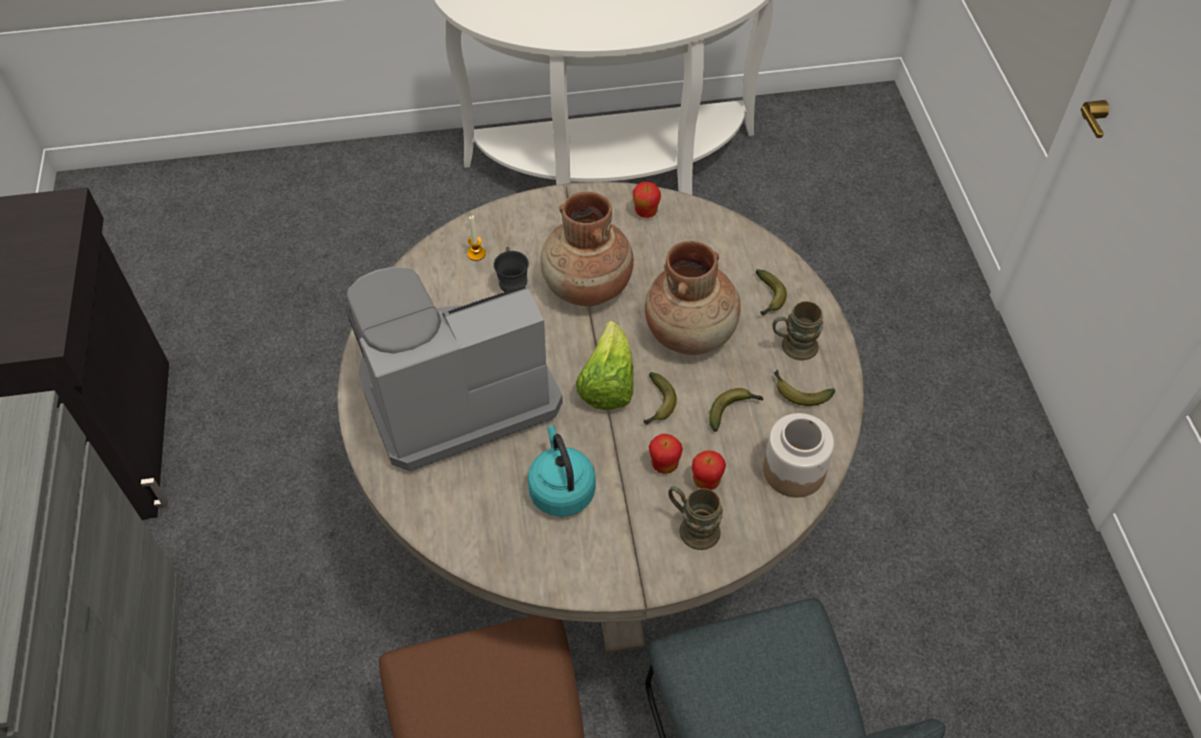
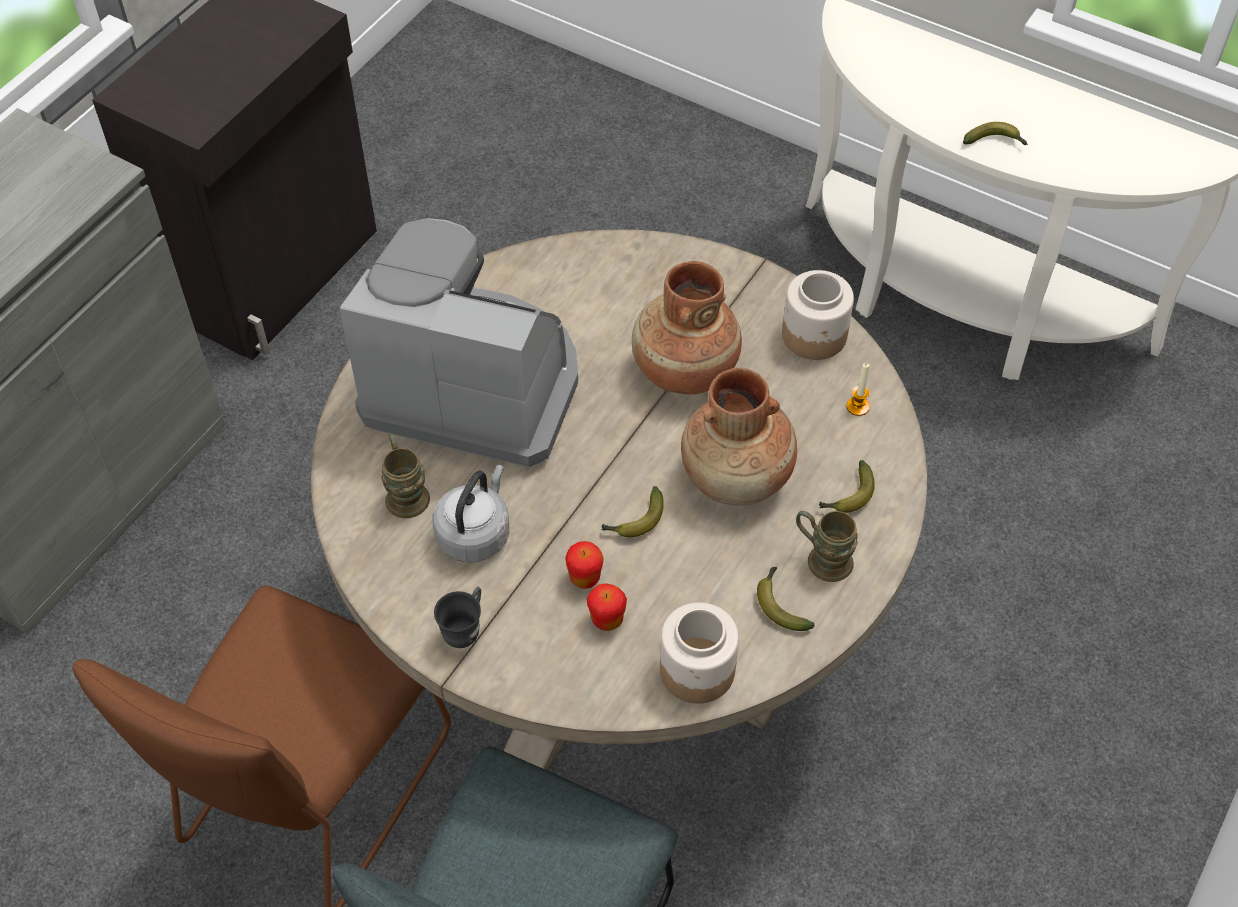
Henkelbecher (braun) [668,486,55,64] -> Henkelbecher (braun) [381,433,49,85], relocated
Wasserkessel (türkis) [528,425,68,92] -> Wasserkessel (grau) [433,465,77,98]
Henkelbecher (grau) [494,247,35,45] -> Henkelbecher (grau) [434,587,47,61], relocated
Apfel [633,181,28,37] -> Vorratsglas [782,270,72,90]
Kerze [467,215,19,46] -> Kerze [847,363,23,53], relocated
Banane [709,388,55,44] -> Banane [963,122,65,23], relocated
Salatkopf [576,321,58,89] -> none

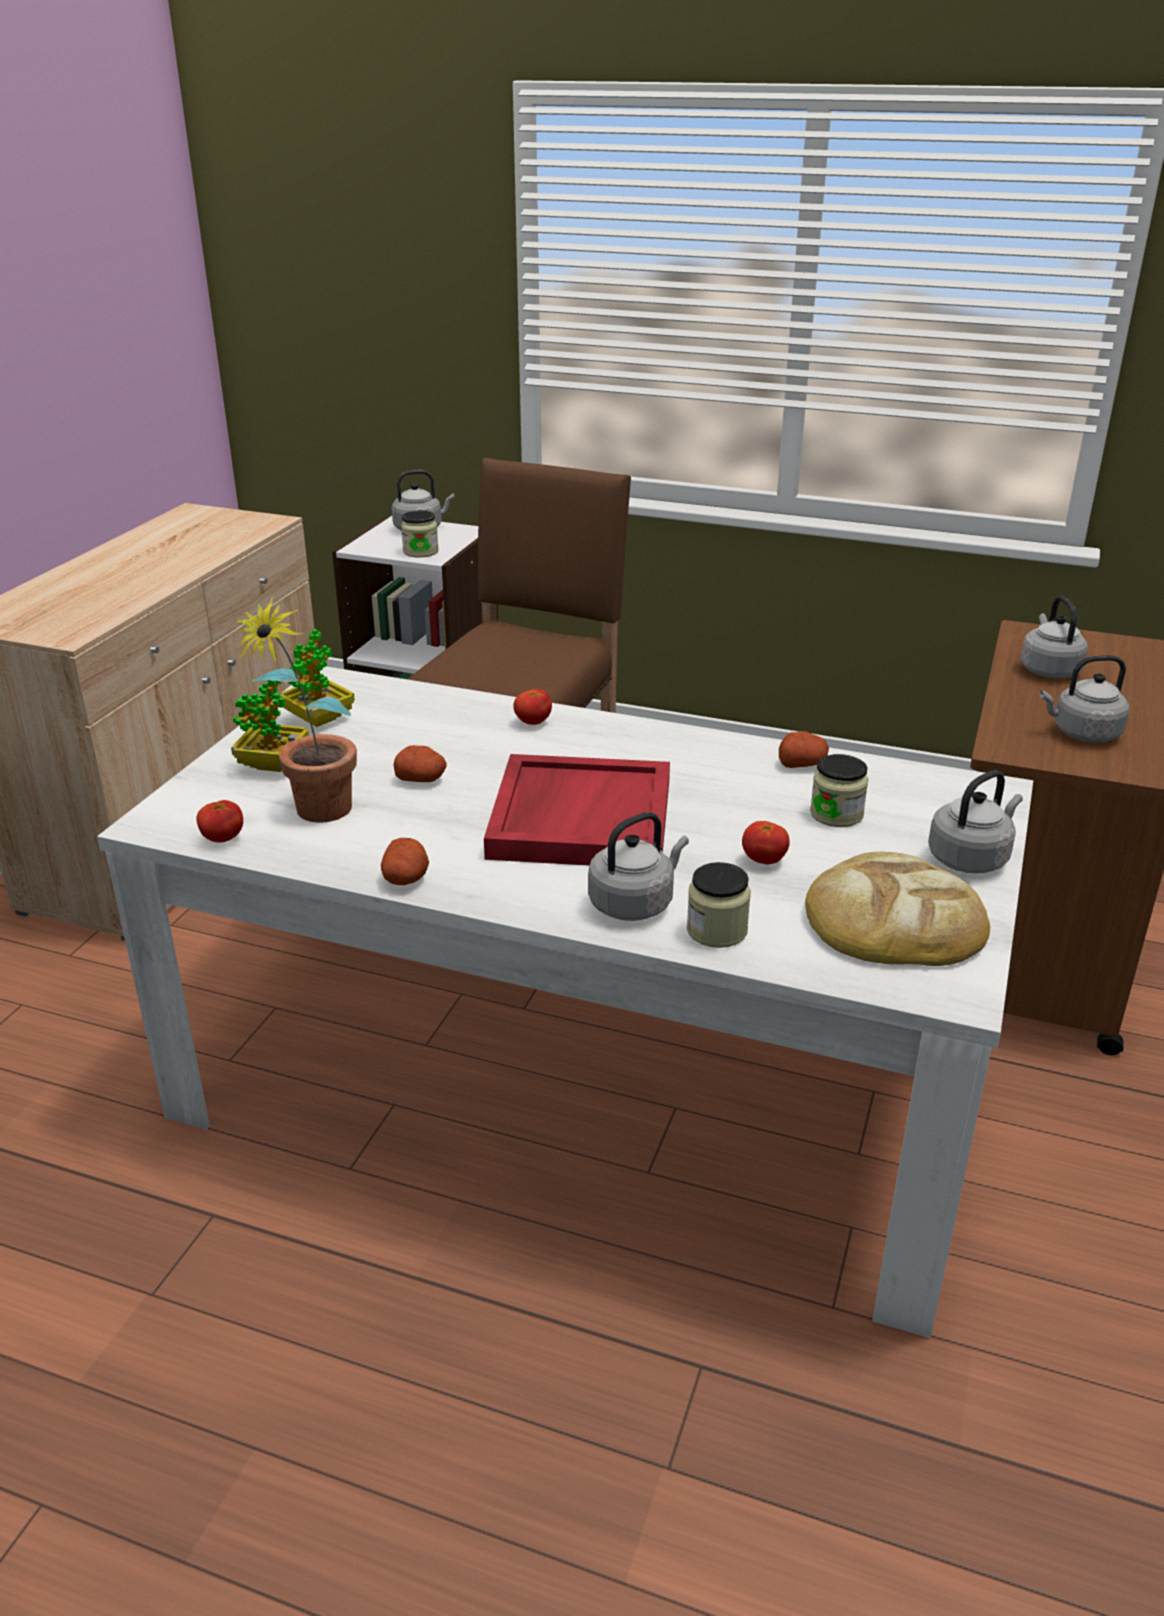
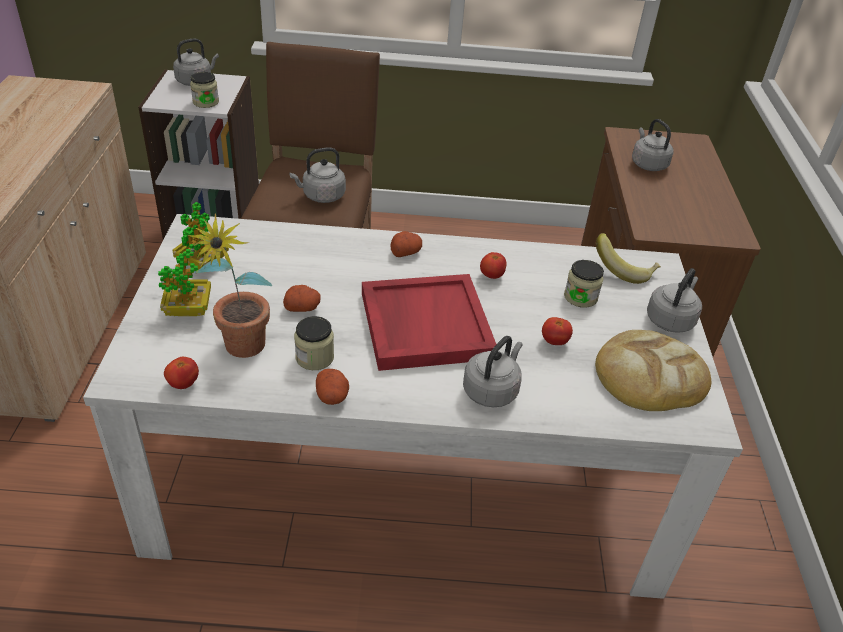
Wasserkessel (grau) [1040,655,90,88] -> Wasserkessel (grau) [289,147,57,56], relocated
Vorratsglas [687,862,64,86] -> Vorratsglas [294,316,40,54], relocated
Kartoffel [779,731,50,37] -> Kartoffel [390,231,32,26], relocated
Tomate [513,689,39,36] -> Tomate [480,252,27,27], relocated
none -> Banane [596,233,65,51]

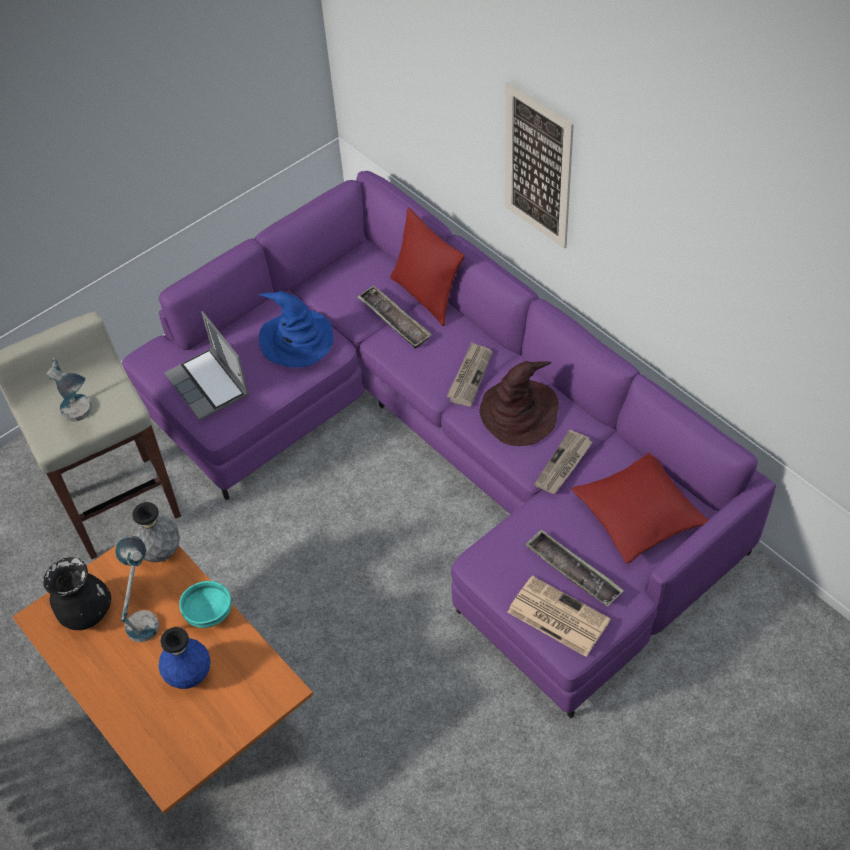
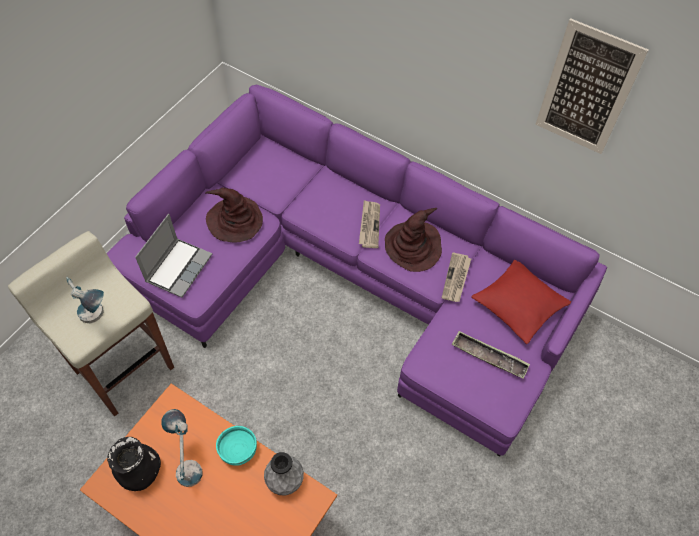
Laptop [164,311,85,110] -> Laptop [135,214,77,84], 105 degrees counterclockwise
Hut (blau) [259,291,75,76] -> Hut (braun) [205,187,58,56]
Vase (grau) [132,502,48,60] -> Vase (grau) [264,452,40,43], relocated
Bild [505,82,69,167] -> Bild [535,18,114,136], relocated
Vase (blau) [158,627,53,62] -> none
Tablett [358,285,74,64] -> none
Kissen (rot) [390,208,74,118] -> none
Zeitung [508,576,103,81] -> none

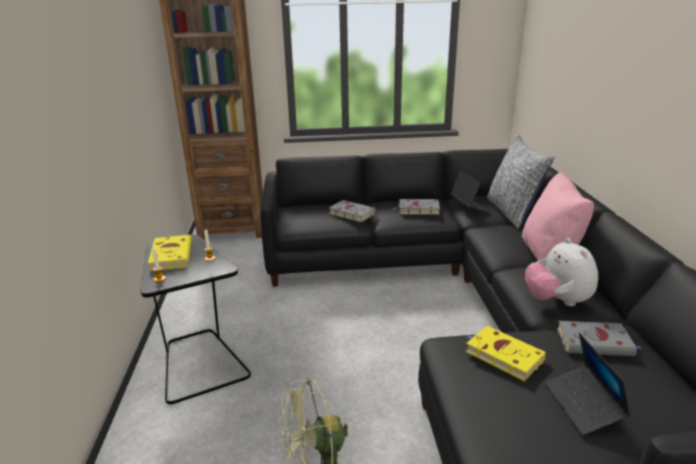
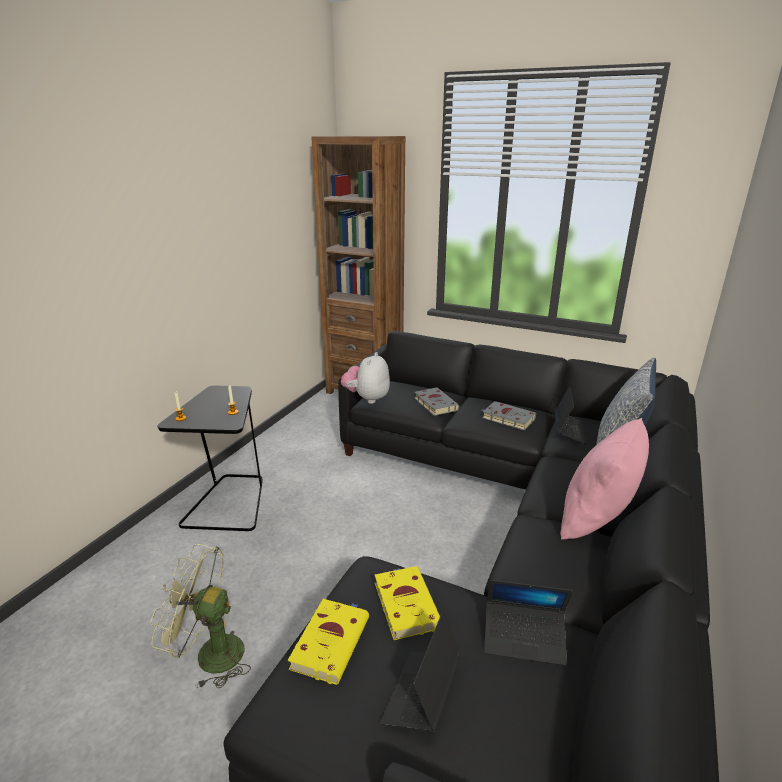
Buch (gelb) [148,235,44,36] -> Buch (gelb) [288,599,81,86], relocated
Plüschtier [525,238,73,68] -> Plüschtier [341,352,49,52], relocated
Buch (grau) [557,321,85,35] -> Laptop [484,580,89,86]

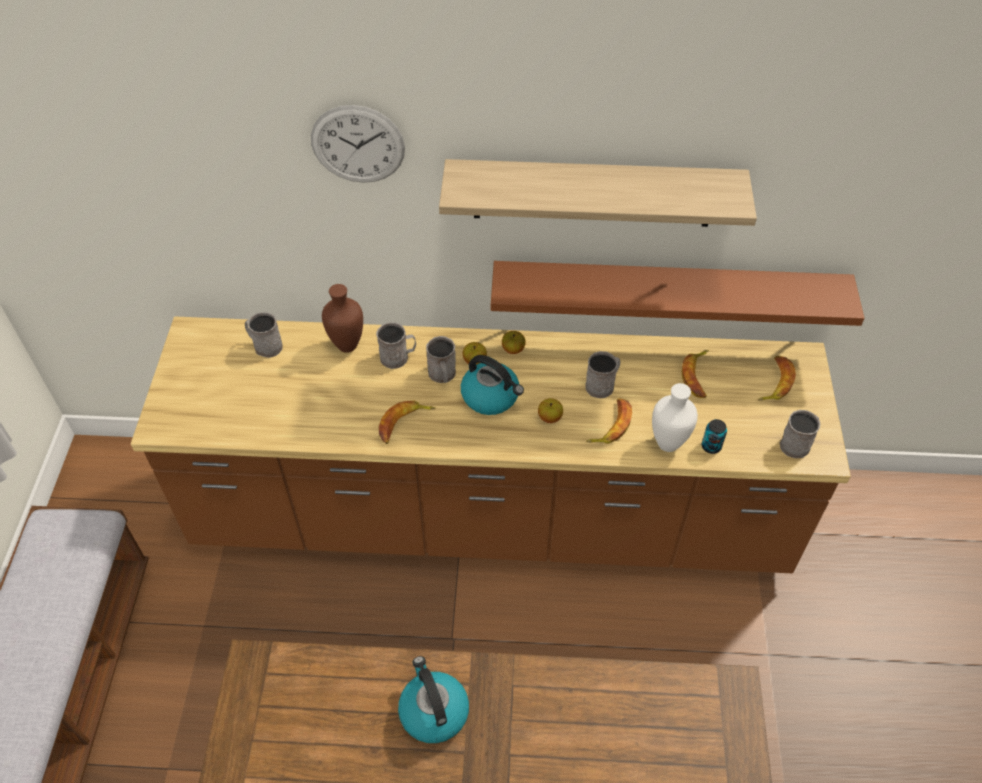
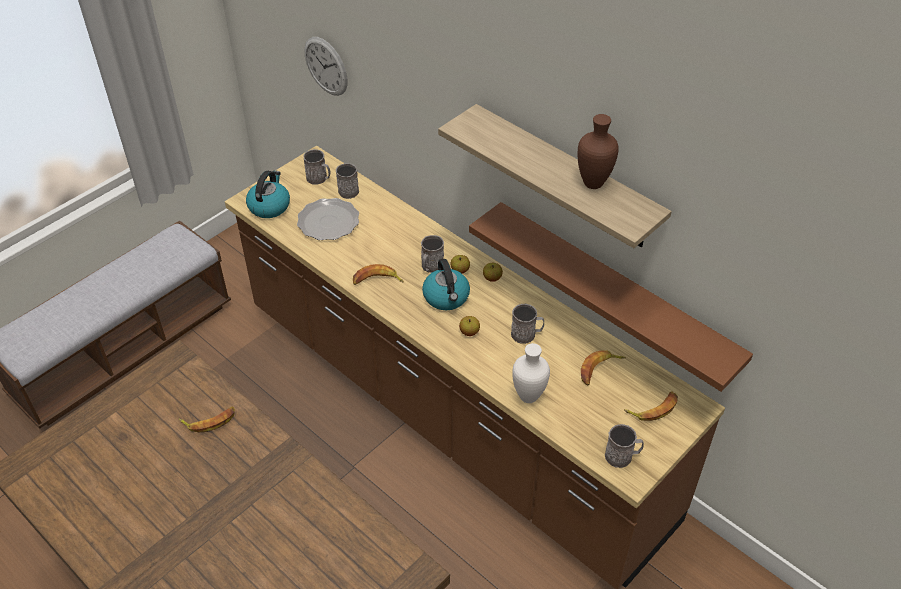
Banane [586,398,46,46] -> Banane [178,407,57,25], relocated
Wasserkessel [398,656,71,87] -> Wasserkessel [246,171,44,47], relocated
none -> Teller [297,198,62,42]
Henkelbecher (grau) [376,322,40,47] -> Henkelbecher (grau) [304,149,26,36], relocated
Wanduhr [311,105,94,78] -> Wanduhr [305,37,43,59], relocated
Vase (braun) [322,284,41,69] -> Vase (braun) [578,114,41,75], relocated
Dose [702,419,25,35] -> none

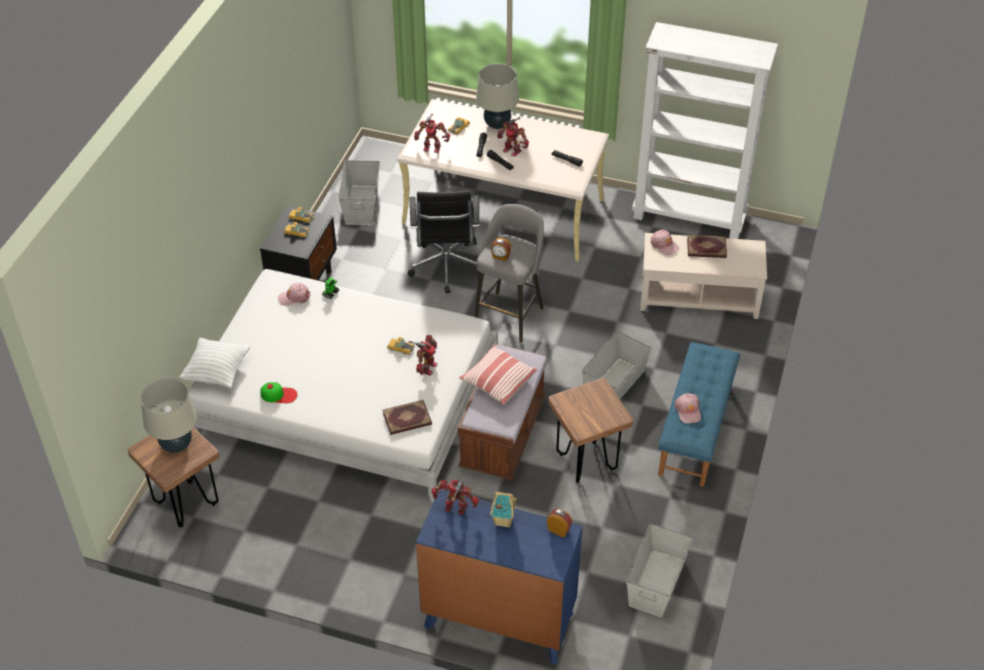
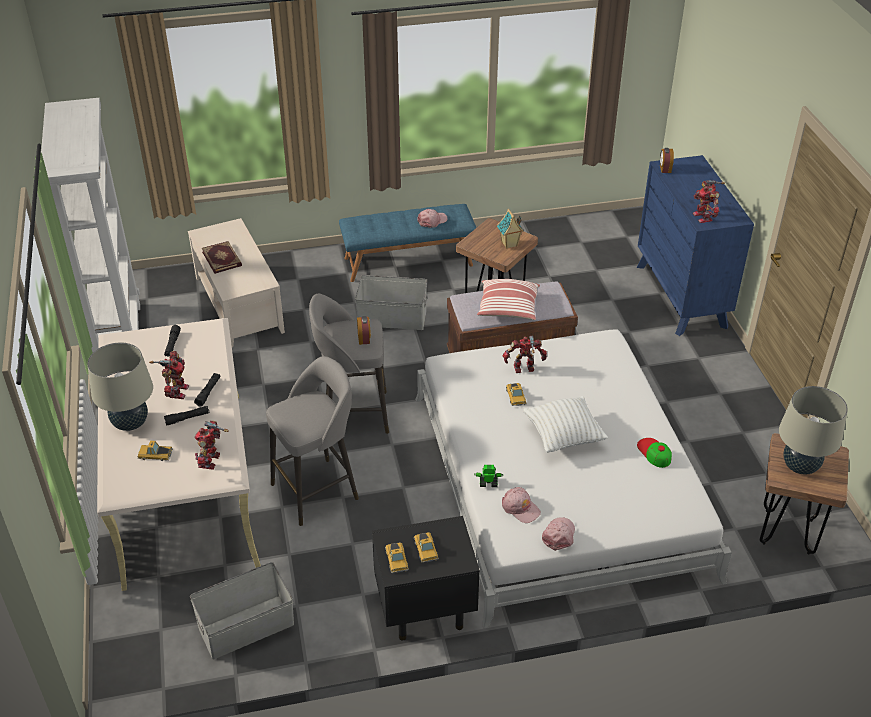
Spielzeugroboter [414,114,36,39] -> Spielzeugroboter [195,421,34,49], 150 degrees counterclockwise
Bürostuhl (schwarz) [408,190,72,103] -> Hocker (grau) [266,356,93,170]
Spielzeughaus [490,492,27,36] -> Spielzeughaus [497,209,26,40], relocated
Kissen (weiß) [179,338,71,50] -> Kissen (weiß) [523,396,85,57], relocated
Kappe (rosa) [651,230,28,25] -> Kappe (rosa) [542,517,33,34], relocated
Buch [382,400,50,35] -> none
Aufbewahrungsbox (grau) [626,523,67,95] -> none

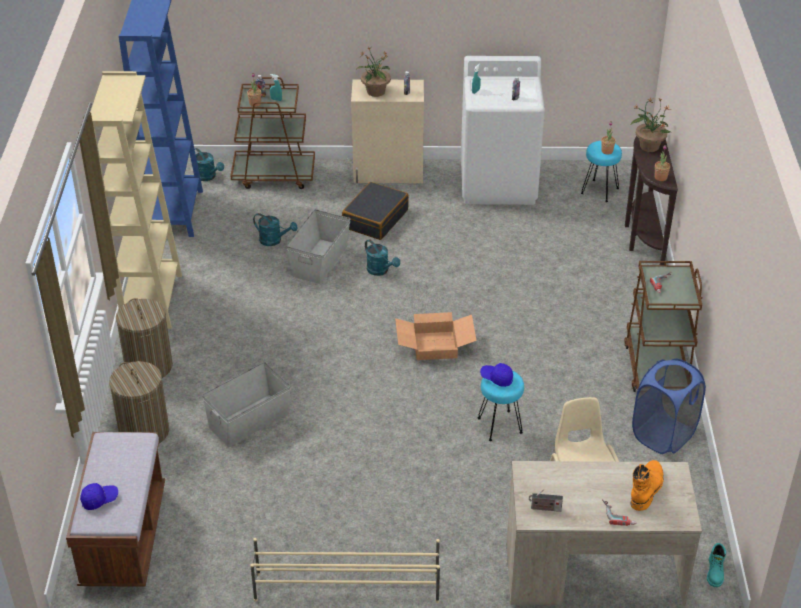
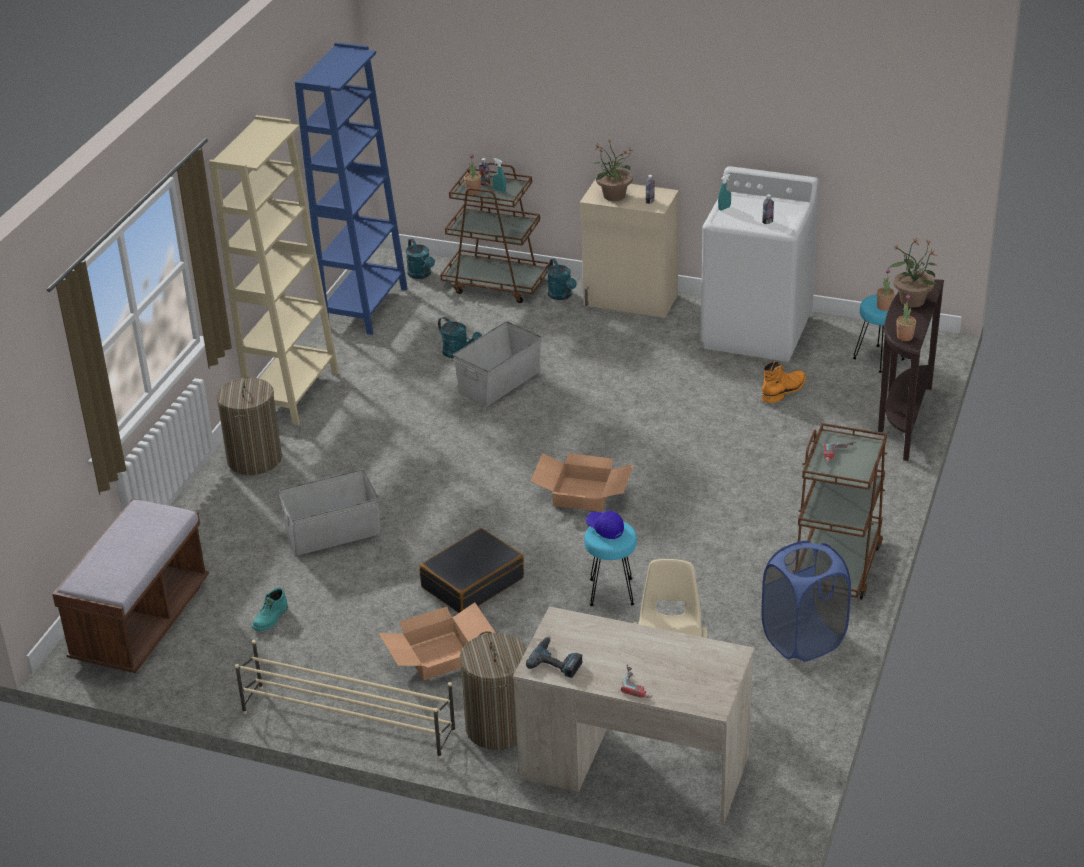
Stiefel (türkis) [707,543,19,44] -> Stiefel (türkis) [252,588,36,43], relocated
none -> Karton [379,602,116,78]
Koffer (schwarz) [342,182,67,58] -> Koffer (schwarz) [420,528,104,85], relocated
Wäschekorb [109,361,60,83] -> Wäschekorb [460,631,67,119], relocated
Radio [529,490,34,22] -> Bohrmaschine [526,636,57,42]
Gießkanne (türkis) [365,239,35,37] -> Gießkanne (türkis) [547,258,30,42], relocated
Stiefel (orange) [630,460,34,51] -> Stiefel (orange) [762,361,44,42], relocated
Kappe (blau) [80,483,38,27] -> none

